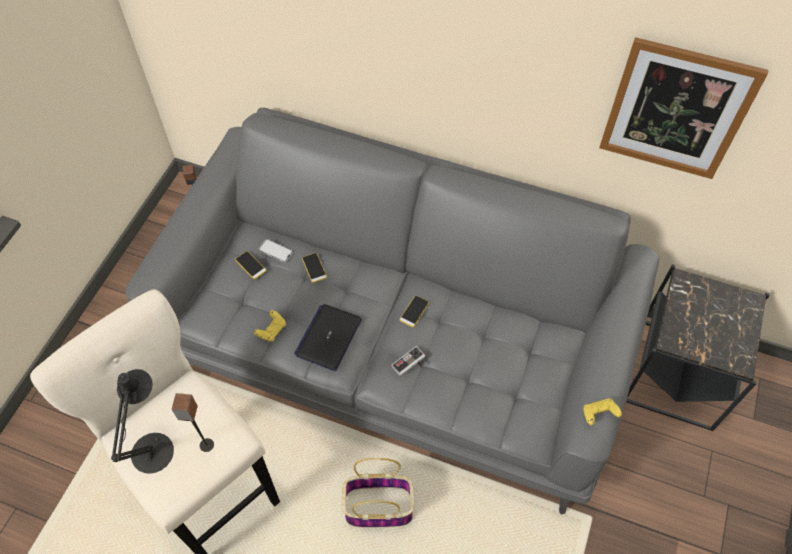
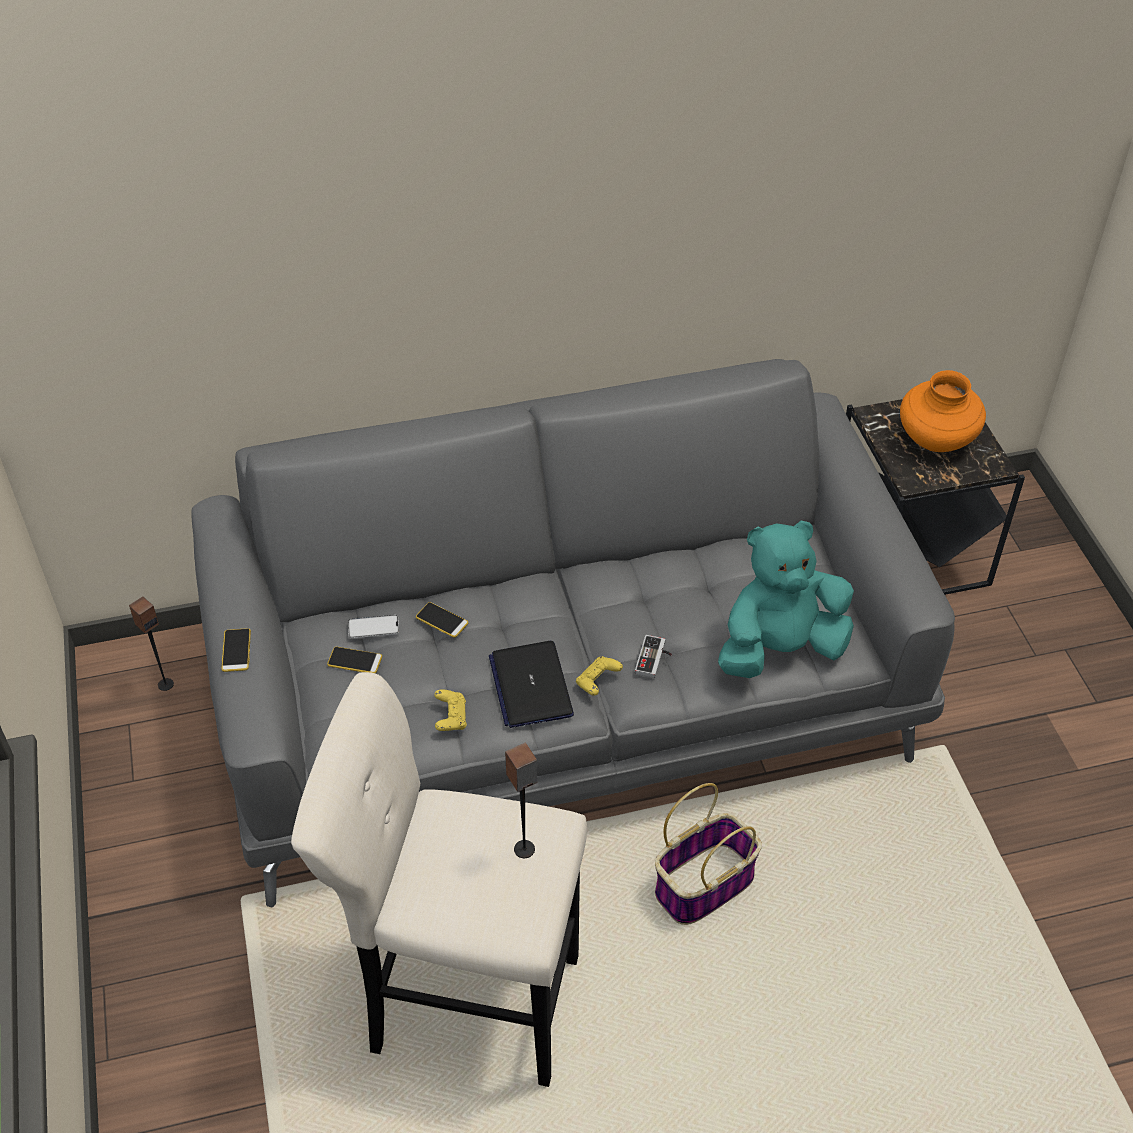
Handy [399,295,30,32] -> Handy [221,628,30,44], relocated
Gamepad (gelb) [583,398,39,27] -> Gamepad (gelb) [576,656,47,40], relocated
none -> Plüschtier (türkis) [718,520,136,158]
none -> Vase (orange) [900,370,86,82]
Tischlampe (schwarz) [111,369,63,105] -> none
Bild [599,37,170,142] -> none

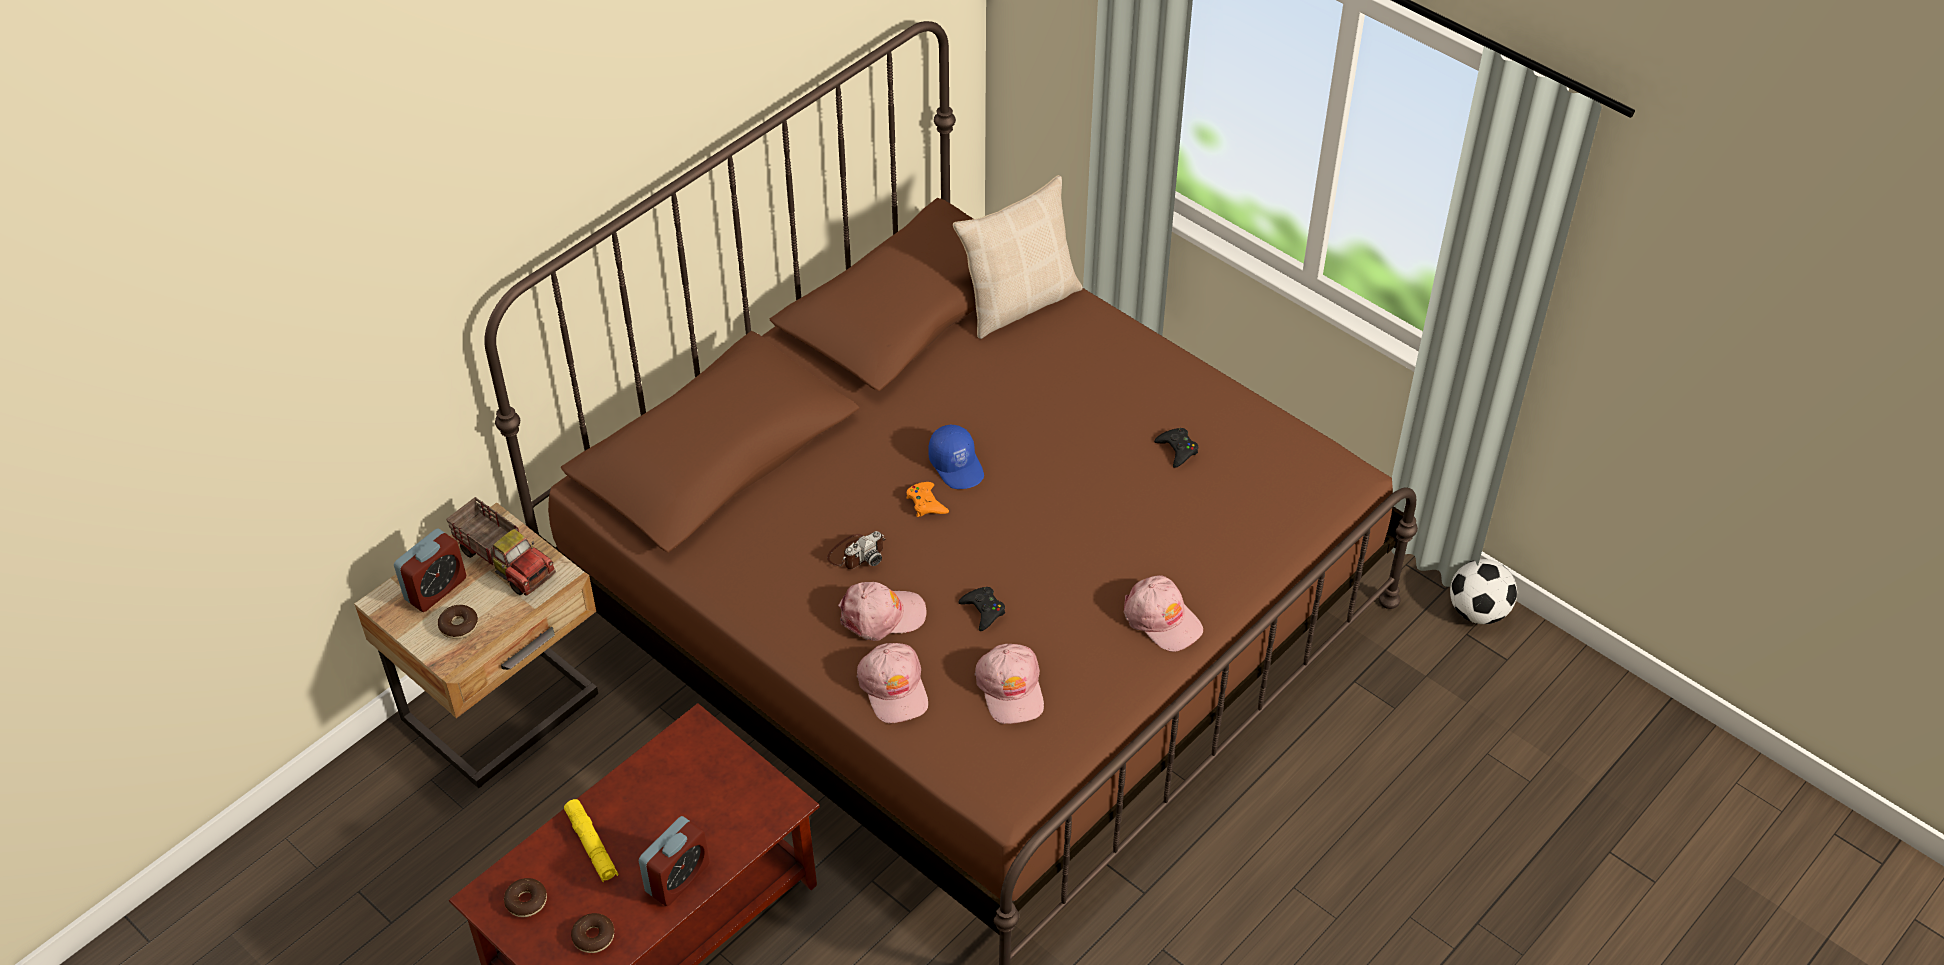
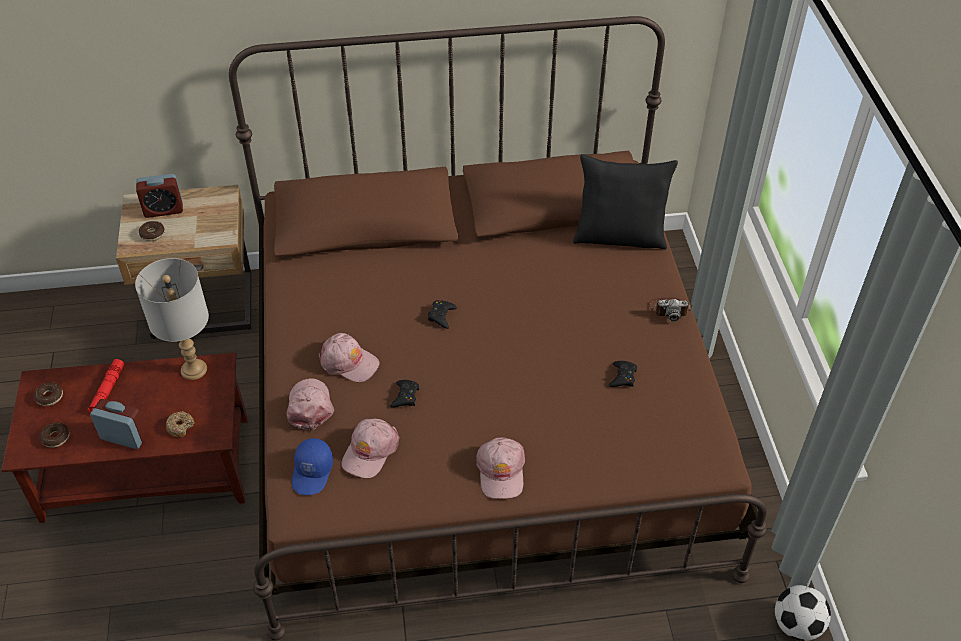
Taschenlampe (gelb) [564,799,54,84] -> Taschenlampe (rot) [88,359,36,54]
Wecker [638,816,71,90] -> Wecker [90,399,58,50], 150 degrees counterclockwise
none -> Tischlampe (grau) [135,258,74,122]
none -> Donut [166,411,28,26]
Kappe (rosa) [857,643,71,81] -> Kappe (rosa) [286,378,48,53], 150 degrees clockwise
Kappe (blau) [928,424,56,65] -> Kappe (blau) [292,438,41,57], relocated
Gamepad (orange) [906,482,43,35] -> Gamepad (schwarz) [428,300,29,29]
Kissen (beige) [953,175,130,164] -> Kissen (schwarz) [573,154,105,96]
Kamera [827,531,58,38] -> Kamera [648,298,43,23], relocated
Spielzeuglaster [446,497,110,98] -> none

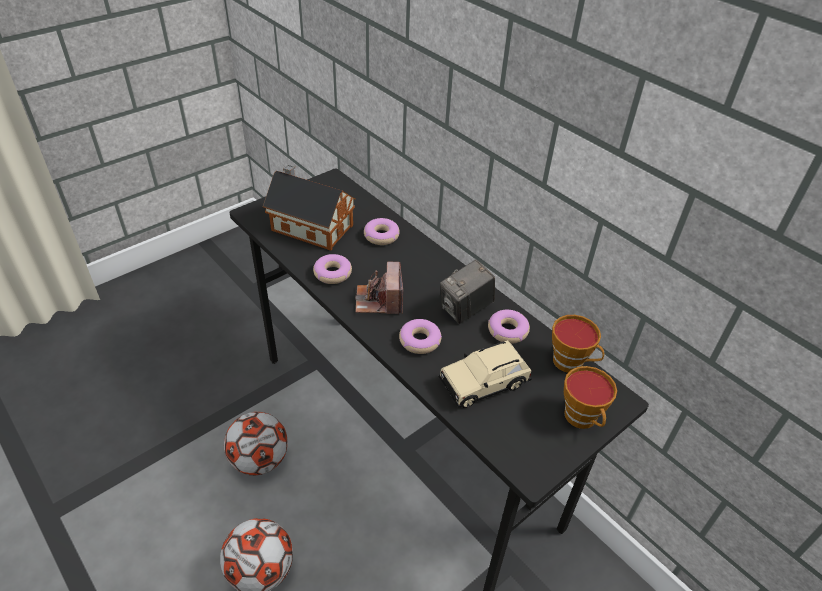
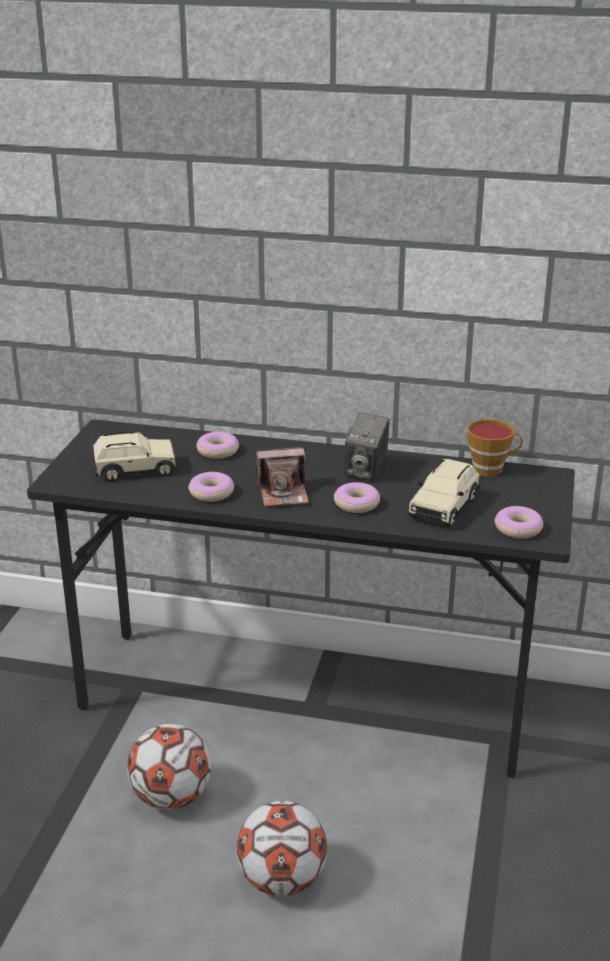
Spielzeughaus [263,164,93,87] -> Spielzeugauto (beige) [93,431,84,50]
Kamera [355,262,48,52] -> Kamera [255,447,54,59], 60 degrees counterclockwise
Donut [488,310,42,34] -> Donut [494,506,49,33], relocated
Tasse [564,366,53,63] -> none

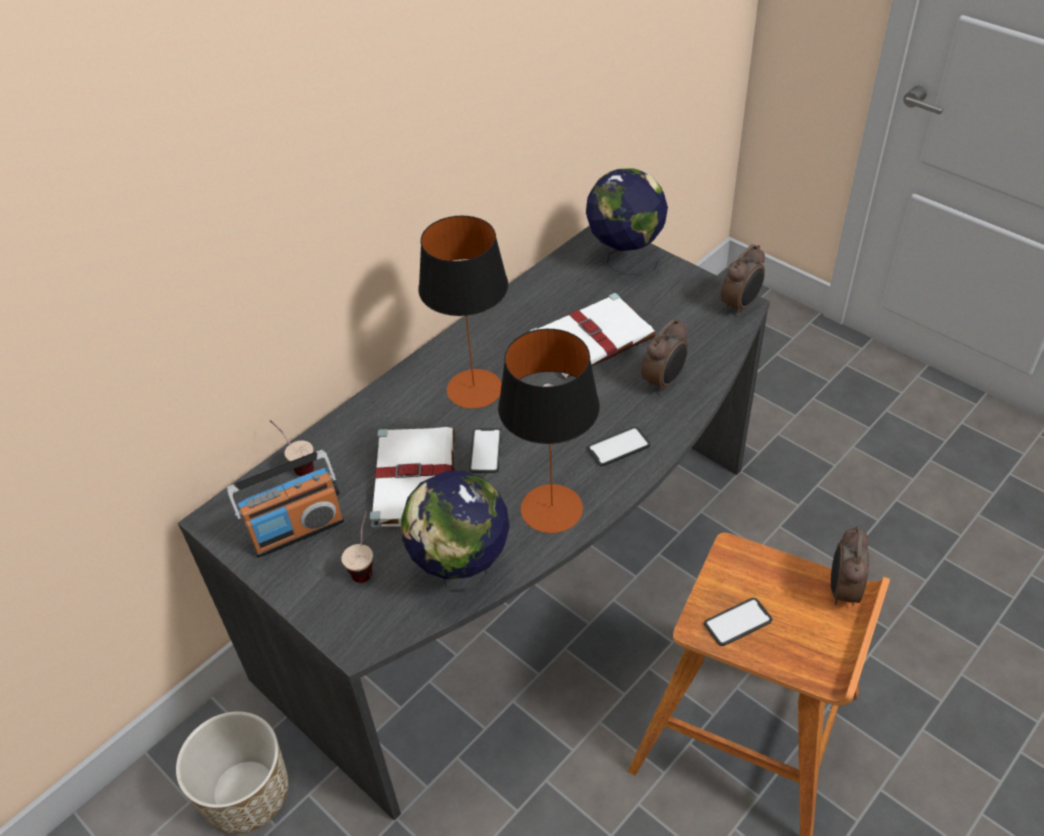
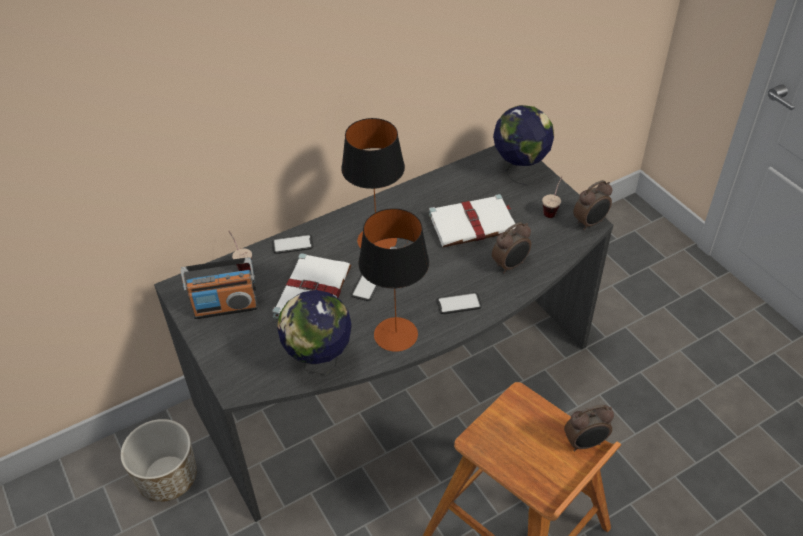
Handy [704,598,69,48] -> Handy [272,234,41,20], relocated
Tasse [341,511,32,72] -> Tasse [542,177,20,41], relocated
Wecker [831,526,38,79] -> Wecker [564,405,50,46], 135 degrees counterclockwise

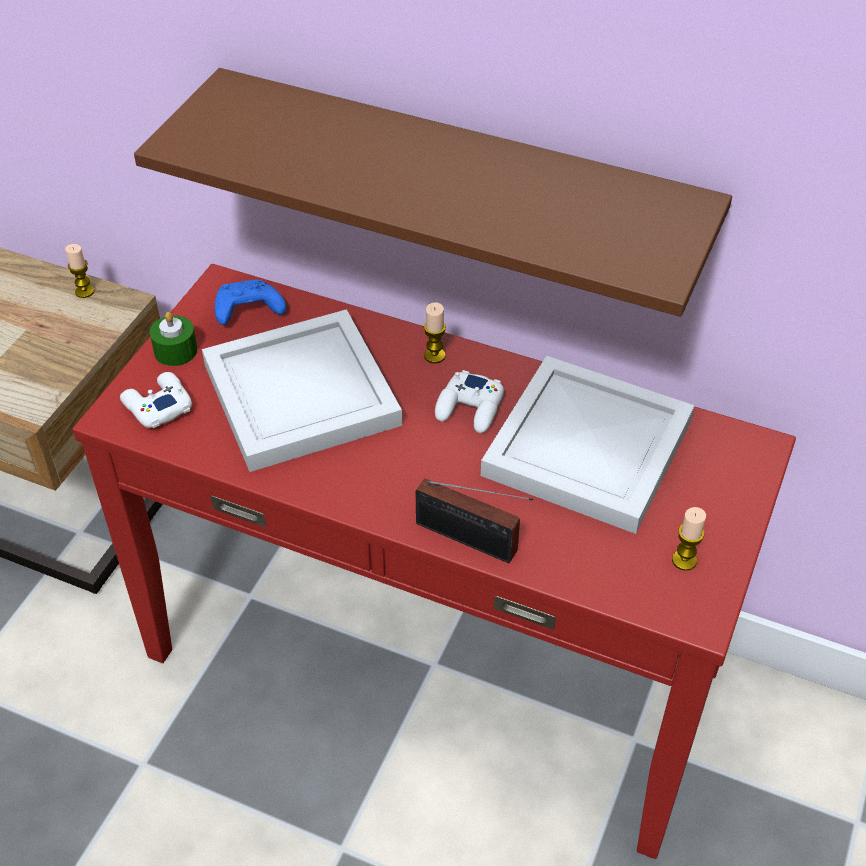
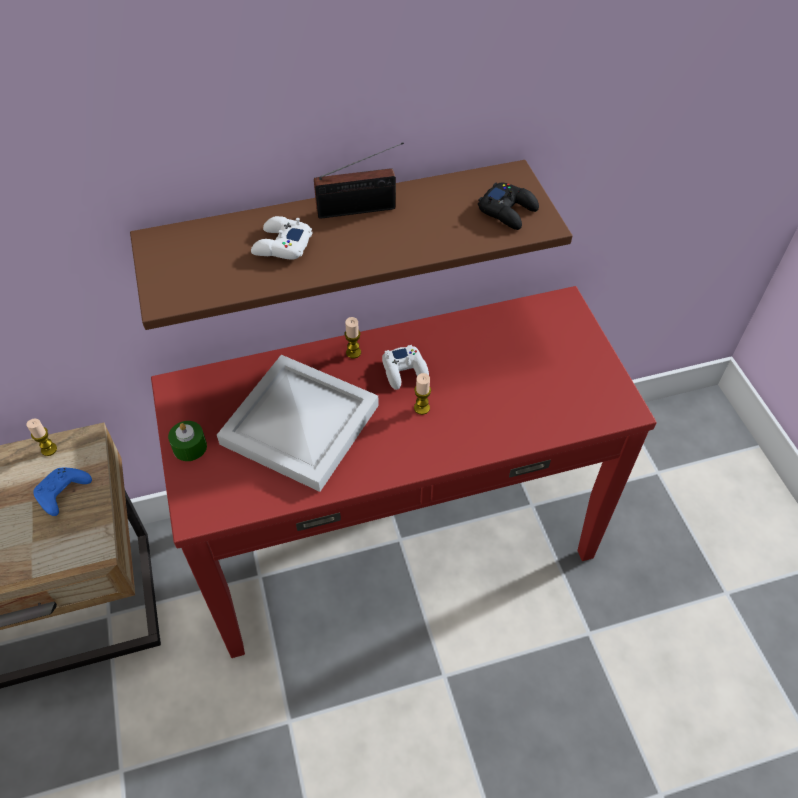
Gamepad (blau) [215,280,71,45] -> Gamepad (blau) [33,468,59,48], relocated
Gamepad (weiß) [120,372,72,56] -> Gamepad (weiß) [251,216,62,44], relocated
Radio [416,479,117,84] -> Radio [314,143,90,76], relocated
Kerze [672,507,34,64] -> Kerze [414,373,17,42], relocated
none -> Gamepad (schwarz) [478,182,61,48]
Tablett (weiß) [481,356,214,178] -> none

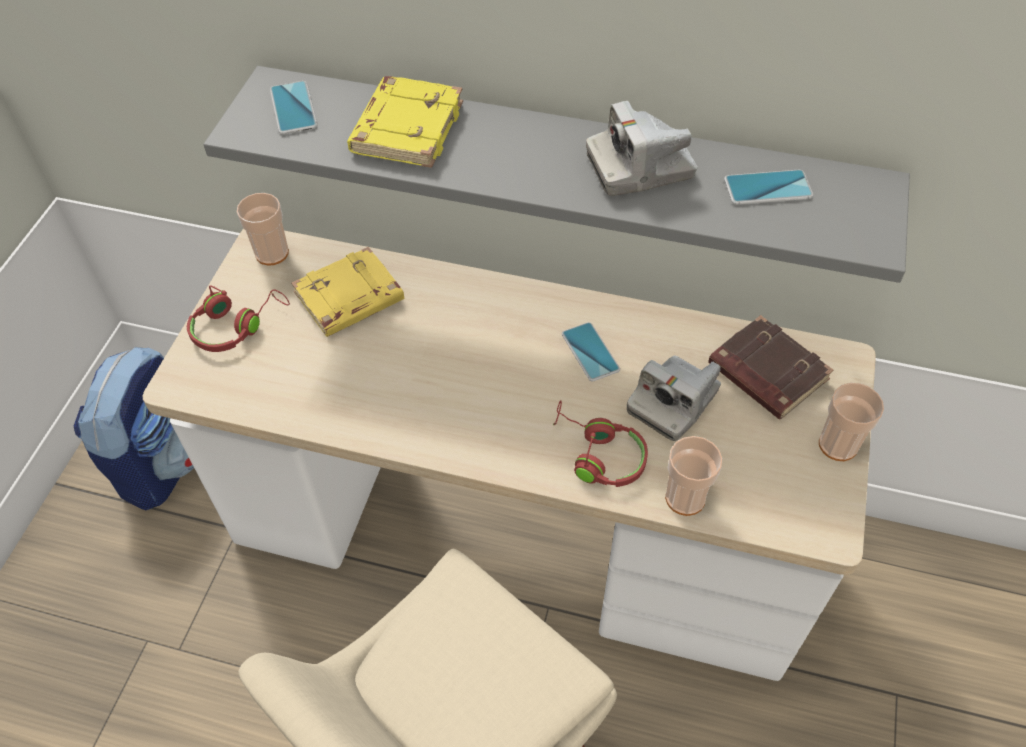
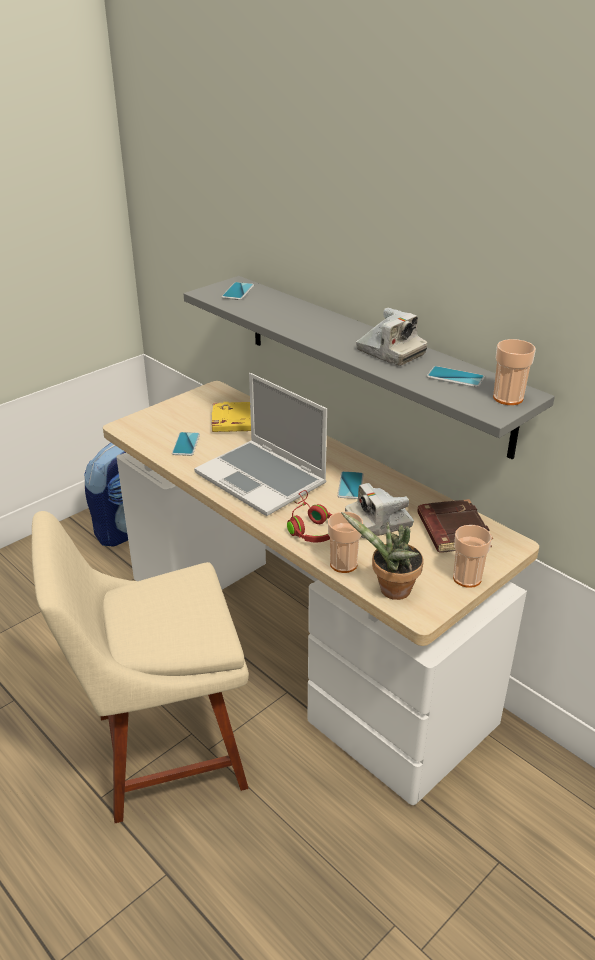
none -> Handy [172,432,28,24]
none -> Laptop [194,373,133,143]
none -> Topfpflanze [341,512,83,88]
Kamera [586,101,112,95] -> Kamera [356,308,72,58], 150 degrees counterclockwise
Tasse [237,193,52,72] -> Tasse [493,339,43,66], relocated
Kopfhörer (rot) [187,285,103,67] -> none
Buch (gelb) [347,76,116,92] -> none

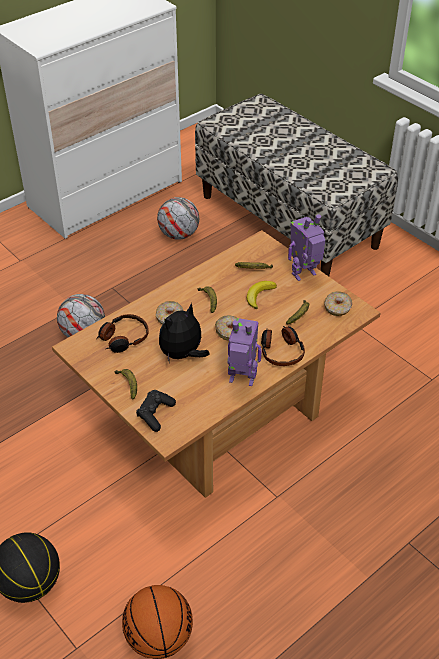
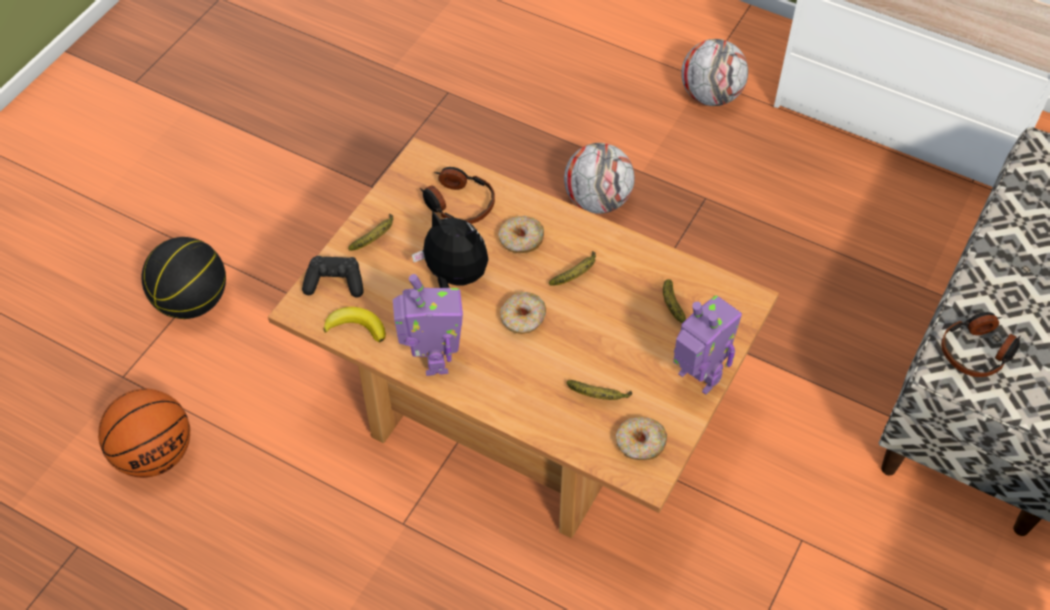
Banane [247,281,30,28] -> Banane [324,307,62,36], relocated
Fußball [157,197,42,43] -> Fußball [681,39,67,67], relocated
Kopfhörer [261,326,44,40] -> Kopfhörer [941,312,80,65], relocated

